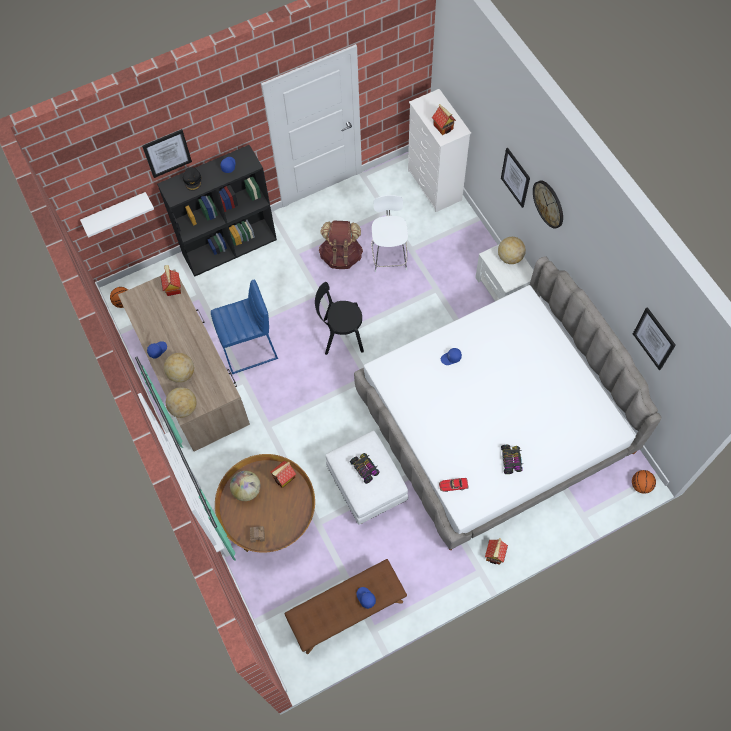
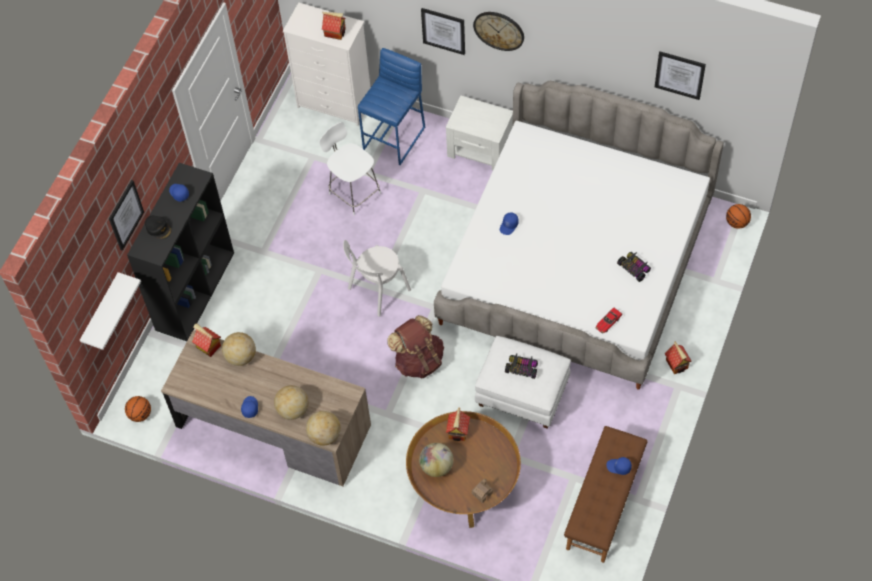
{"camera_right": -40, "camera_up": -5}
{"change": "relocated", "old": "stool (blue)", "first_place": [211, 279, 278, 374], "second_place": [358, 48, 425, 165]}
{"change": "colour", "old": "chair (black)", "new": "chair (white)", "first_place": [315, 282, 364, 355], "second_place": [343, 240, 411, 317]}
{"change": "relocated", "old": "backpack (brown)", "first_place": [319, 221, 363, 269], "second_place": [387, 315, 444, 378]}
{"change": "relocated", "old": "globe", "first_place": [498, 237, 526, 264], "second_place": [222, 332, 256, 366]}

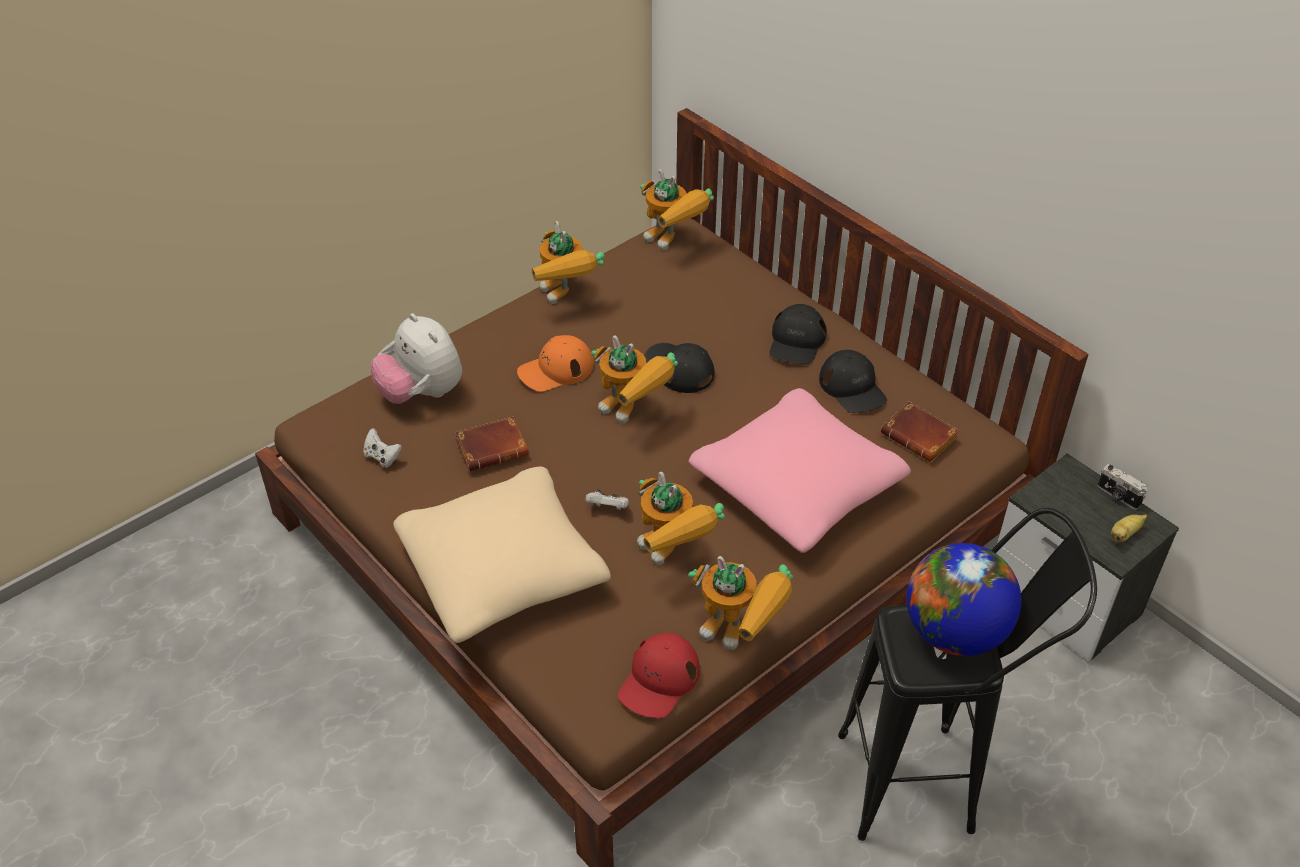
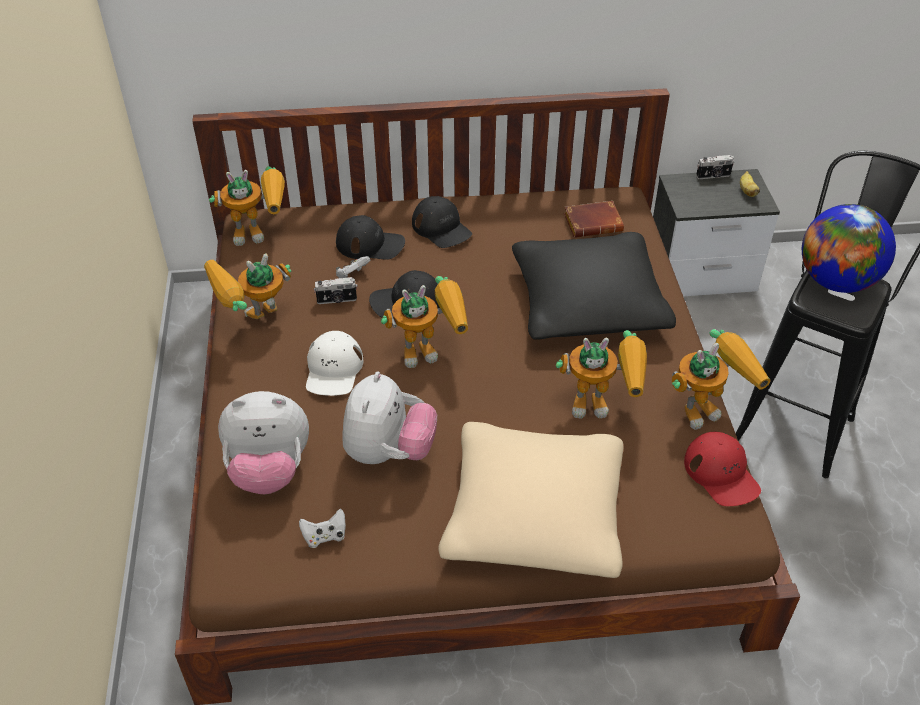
{"camera_right": -55, "camera_up": 0}
{"change": "exchanged", "old": "book (brown)", "new": "plush toy", "first_place": [455, 416, 529, 472], "second_place": [342, 372, 437, 464]}
{"change": "colour", "old": "cap (orange)", "new": "cap (white)", "first_place": [517, 335, 594, 392], "second_place": [306, 331, 363, 396]}
{"change": "spun", "old": "toy robot", "first_place": [532, 221, 605, 304], "second_place": [204, 253, 291, 319], "degrees": 135}
{"change": "relocated", "old": "game controller (white)", "first_place": [585, 489, 629, 510], "second_place": [336, 256, 371, 278]}
{"change": "colour", "old": "pillow (pink)", "new": "pillow (black)", "first_place": [689, 388, 911, 553], "second_place": [512, 232, 676, 340]}
{"change": "relocated", "old": "cap (black)", "first_place": [819, 350, 887, 413], "second_place": [336, 215, 405, 260]}
{"change": "appeared", "new": "photo camera", "second_place": [314, 277, 357, 304]}

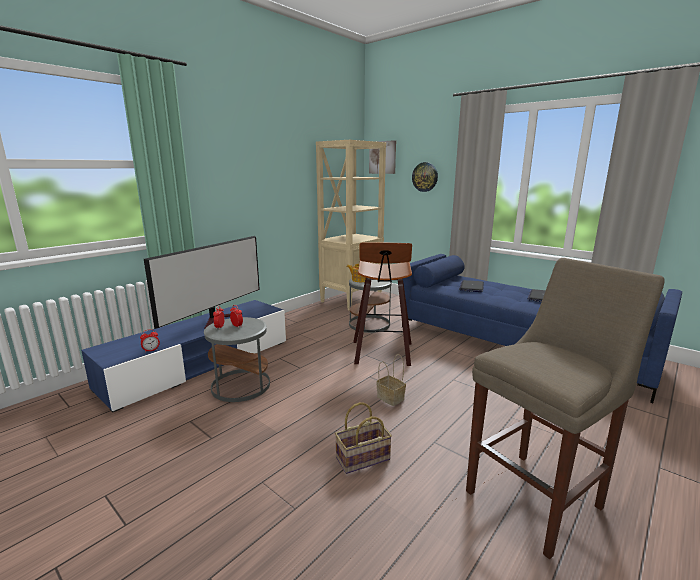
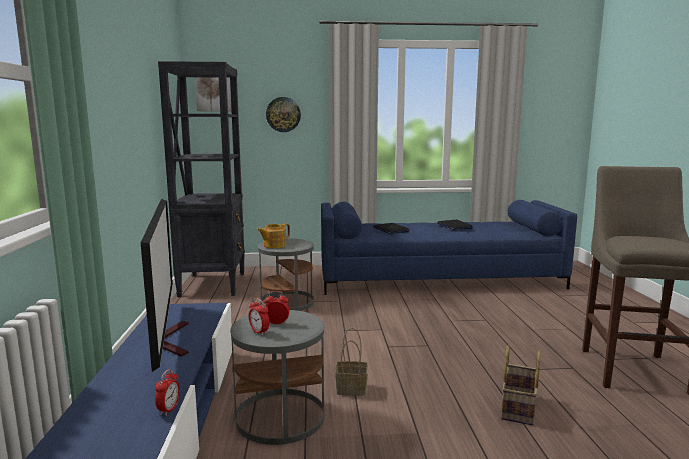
{"camera_right": -45, "camera_up": -5}
{"change": "colour", "old": "bookcase (beige)", "new": "bookcase (black)", "first_place": [316, 140, 386, 311], "second_place": [158, 61, 245, 297]}
{"change": "missing", "old": "stool", "first_place": [353, 242, 412, 366]}
{"change": "relocated", "old": "basket", "first_place": [376, 354, 406, 406], "second_place": [335, 328, 368, 396]}

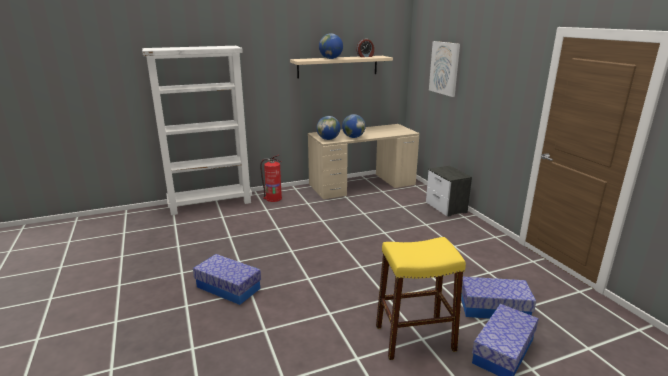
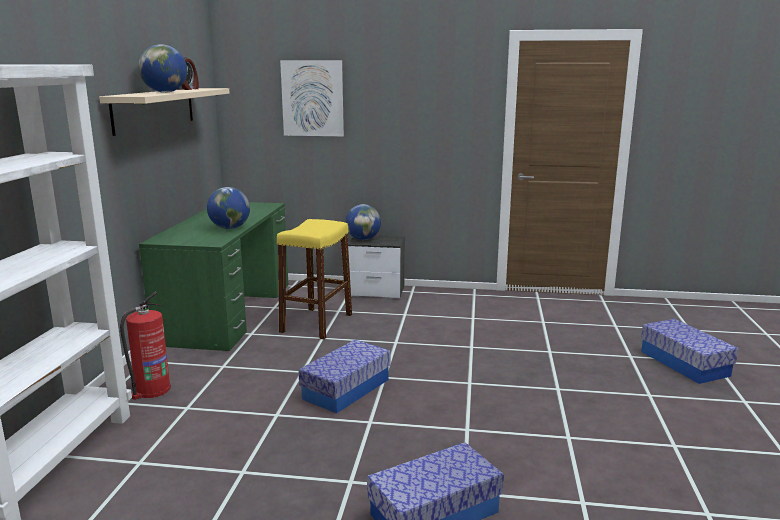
{"camera_right": -60, "camera_up": -5}
{"change": "colour", "old": "desk (beige)", "new": "desk (green)", "first_place": [308, 124, 420, 199], "second_place": [139, 202, 289, 351]}
{"change": "relocated", "old": "globe", "first_place": [317, 116, 340, 140], "second_place": [345, 204, 381, 240]}
{"change": "relocated", "old": "stool (yellow)", "first_place": [376, 237, 466, 360], "second_place": [277, 219, 352, 340]}
{"change": "relocated", "old": "storage box", "first_place": [461, 277, 536, 319], "second_place": [298, 340, 390, 414]}

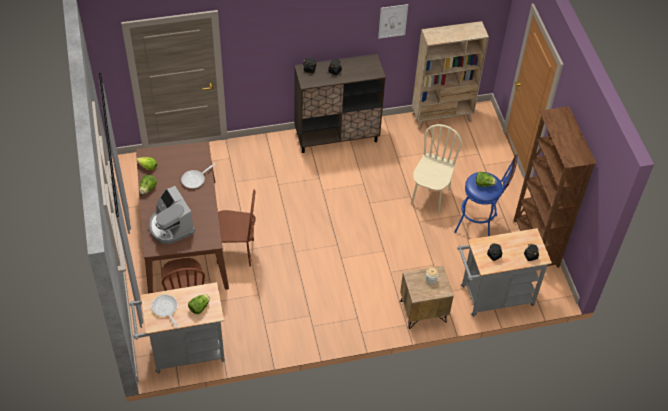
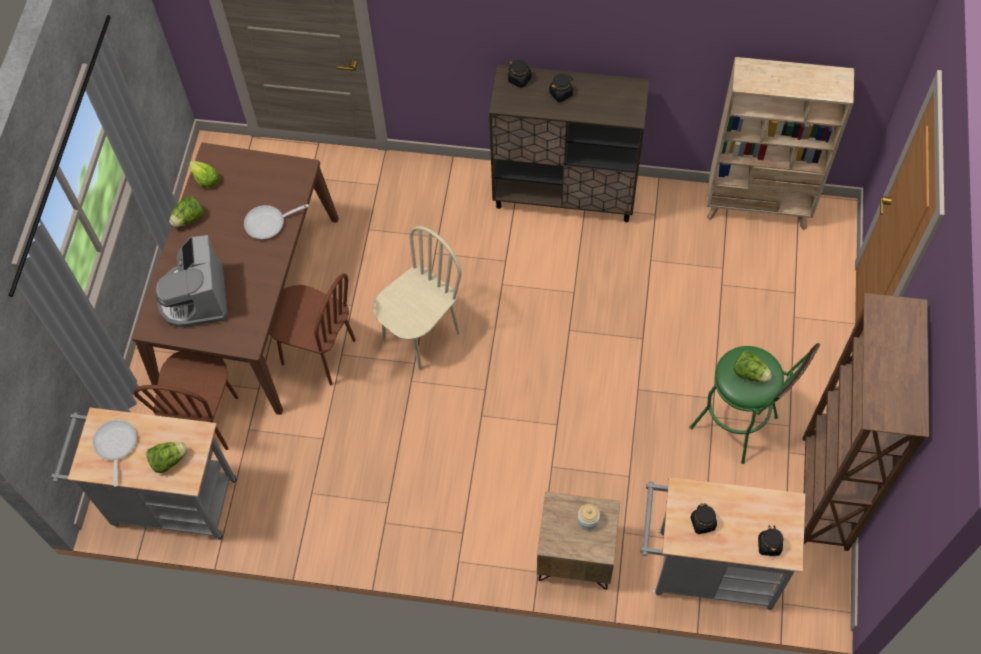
{"camera_right": 25, "camera_up": 10}
{"change": "missing", "old": "picture", "first_place": [378, 4, 408, 39]}
{"change": "relocated", "old": "chair (beige)", "first_place": [411, 124, 462, 213], "second_place": [373, 226, 462, 370]}
{"change": "colour", "old": "stool (blue)", "new": "stool (green)", "first_place": [454, 154, 518, 236], "second_place": [690, 343, 820, 464]}

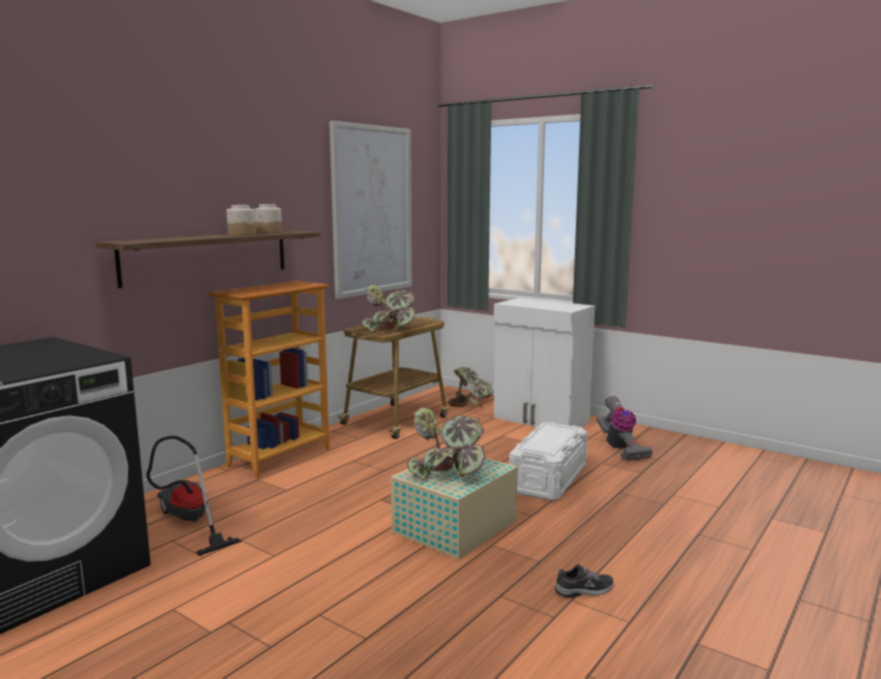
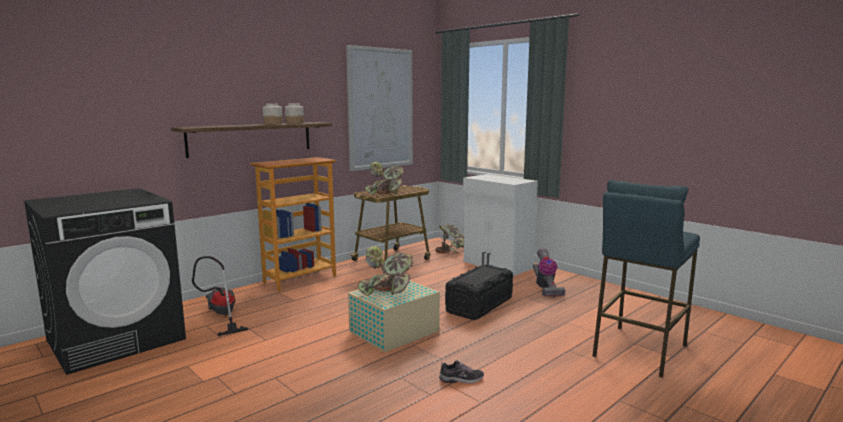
{"camera_right": 10, "camera_up": 0}
{"change": "colour", "old": "storage box (white)", "new": "storage box (black)", "first_place": [509, 422, 588, 501], "second_place": [445, 265, 513, 320]}
{"change": "appeared", "new": "stool (blue)", "second_place": [592, 180, 700, 378]}

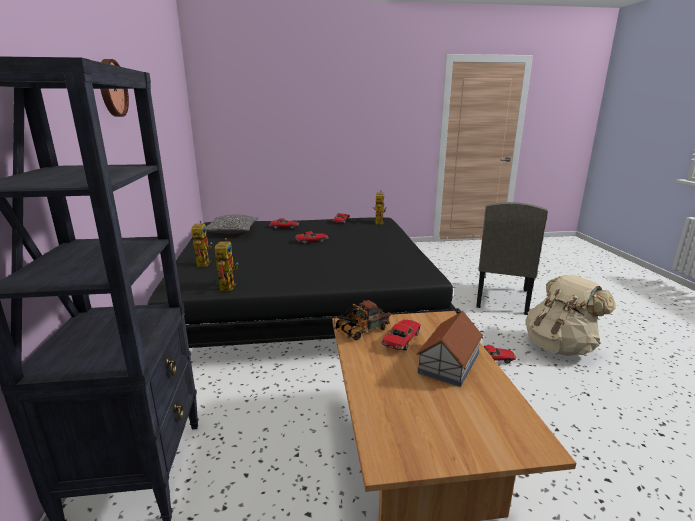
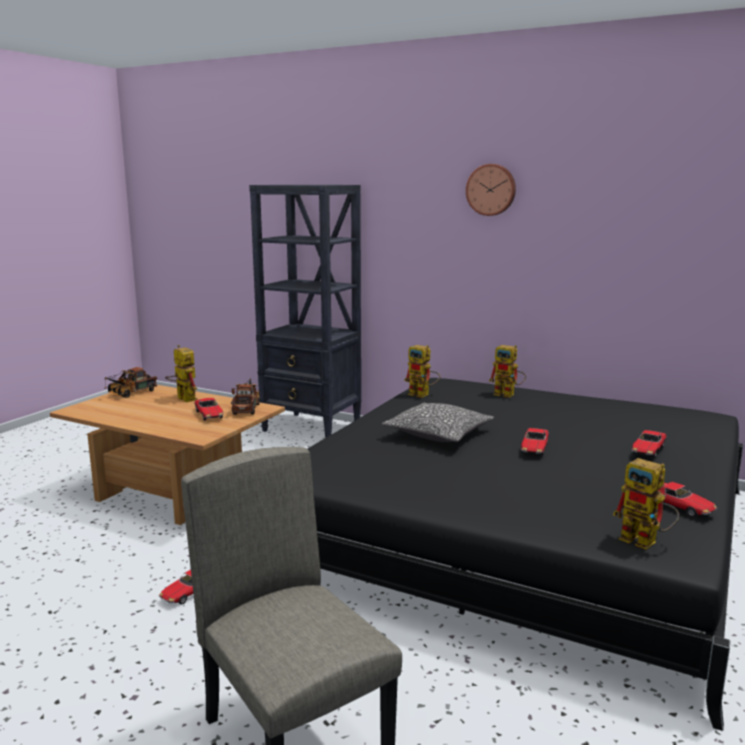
{"camera_right": 125, "camera_up": -5}
{"change": "relocated", "old": "pillow", "first_place": [206, 214, 259, 234], "second_place": [382, 403, 494, 442]}
{"change": "missing", "old": "toy house", "first_place": [416, 311, 484, 387]}
{"change": "missing", "old": "backpack (beige)", "first_place": [525, 274, 616, 356]}
{"change": "appeared", "new": "toy truck", "second_place": [105, 367, 157, 398]}
{"change": "appeared", "new": "toy robot", "second_place": [165, 345, 198, 402]}

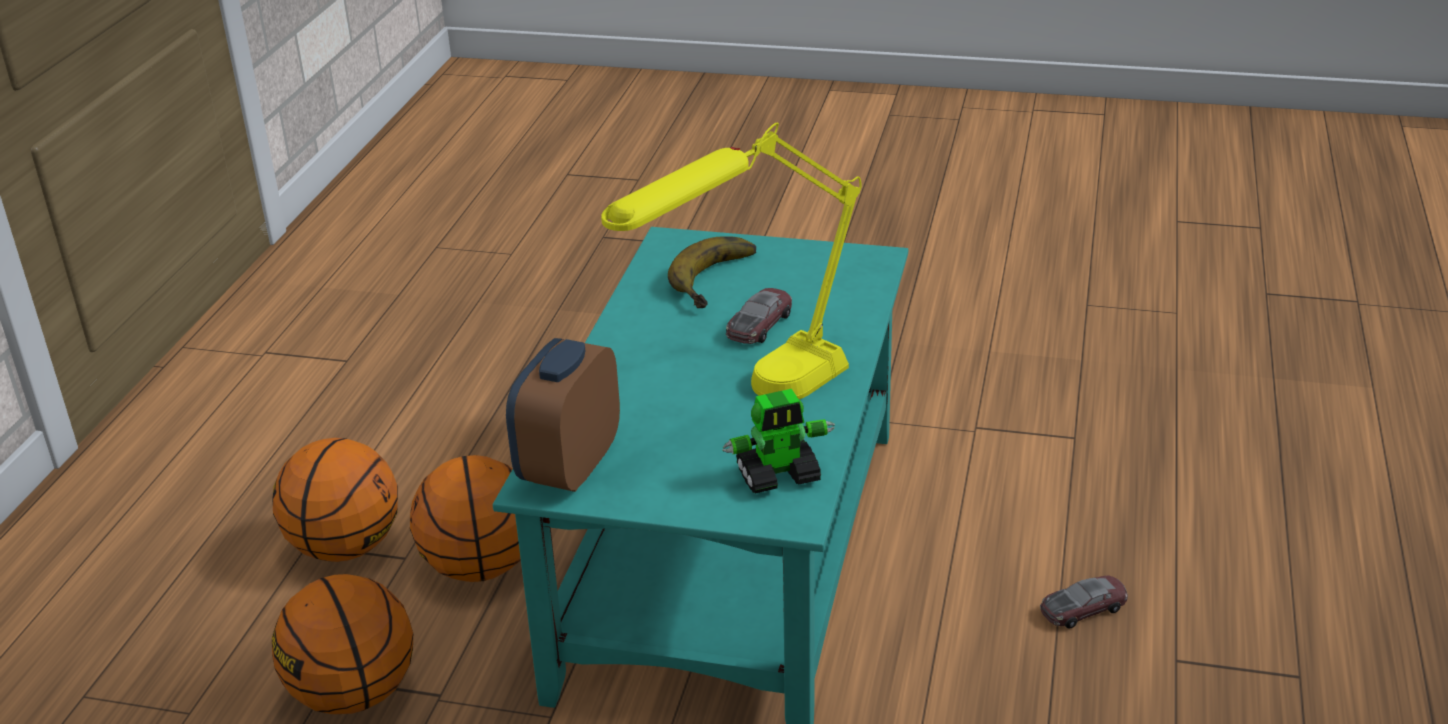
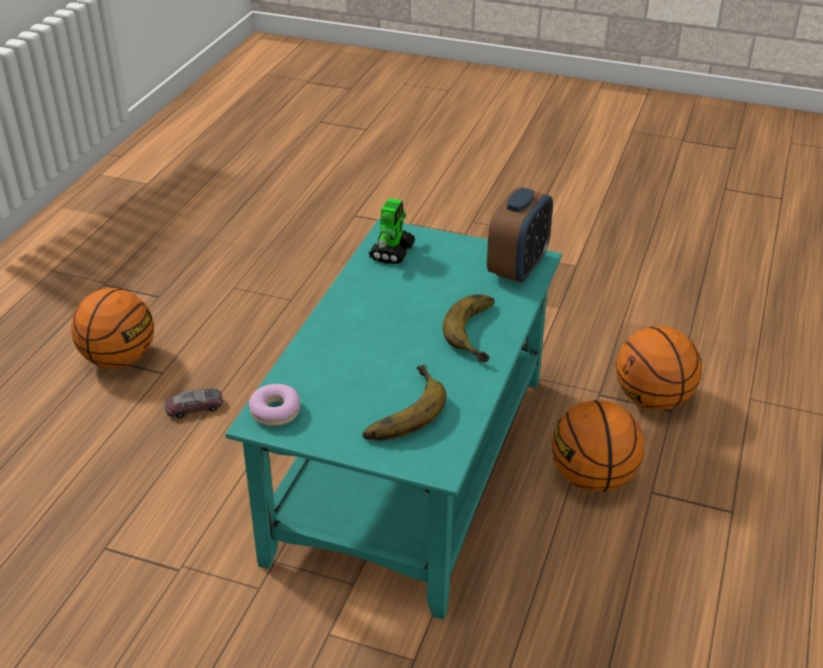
{"camera_right": -175, "camera_up": 5}
{"change": "relocated", "old": "basketball", "first_place": [272, 438, 398, 562], "second_place": [71, 288, 154, 369]}
{"change": "missing", "old": "table lamp (yellow)", "first_place": [601, 123, 862, 399]}
{"change": "spun", "old": "toy robot", "first_place": [722, 389, 835, 494], "second_place": [368, 198, 416, 264], "degrees": 120}
{"change": "missing", "old": "toy car", "first_place": [726, 288, 792, 344]}
{"change": "appeared", "new": "donut", "second_place": [249, 384, 300, 426]}
{"change": "appeared", "new": "banana", "second_place": [443, 294, 494, 362]}

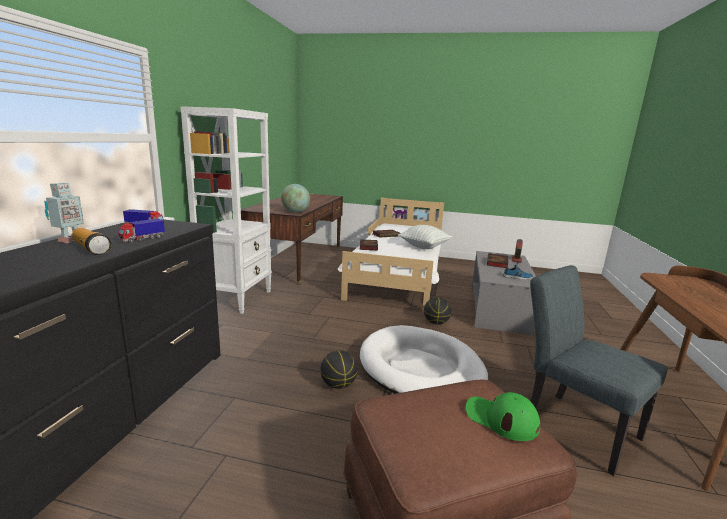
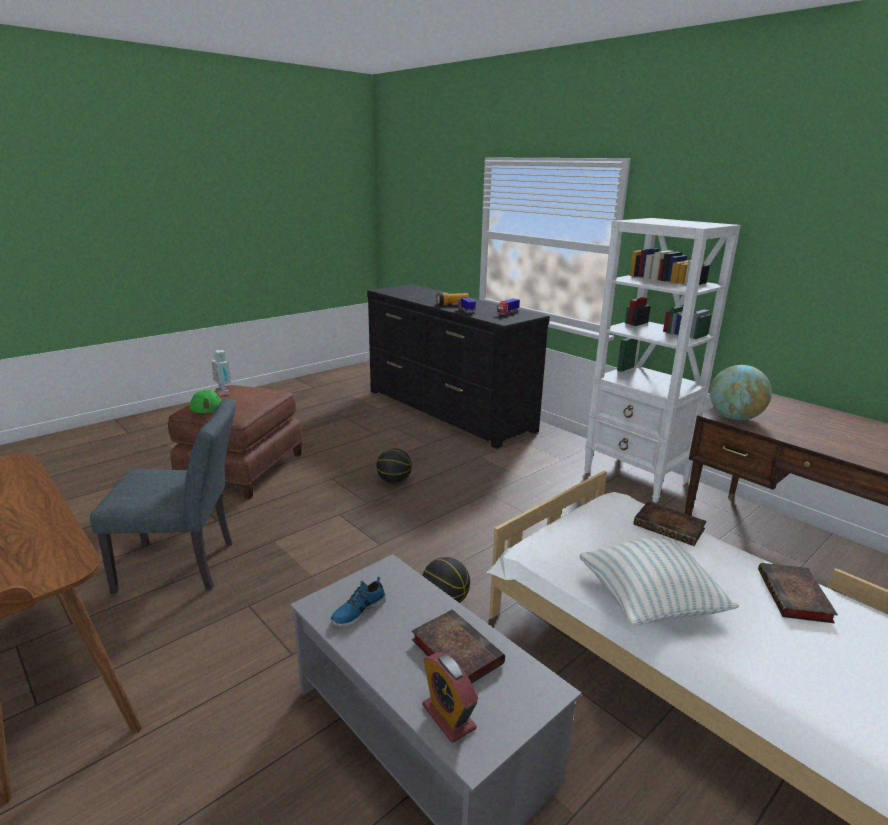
{"camera_right": 125, "camera_up": 5}
{"change": "relocated", "old": "toy robot", "first_place": [44, 183, 84, 243], "second_place": [212, 350, 231, 396]}
{"change": "missing", "old": "dog bed (white)", "first_place": [360, 325, 488, 394]}

